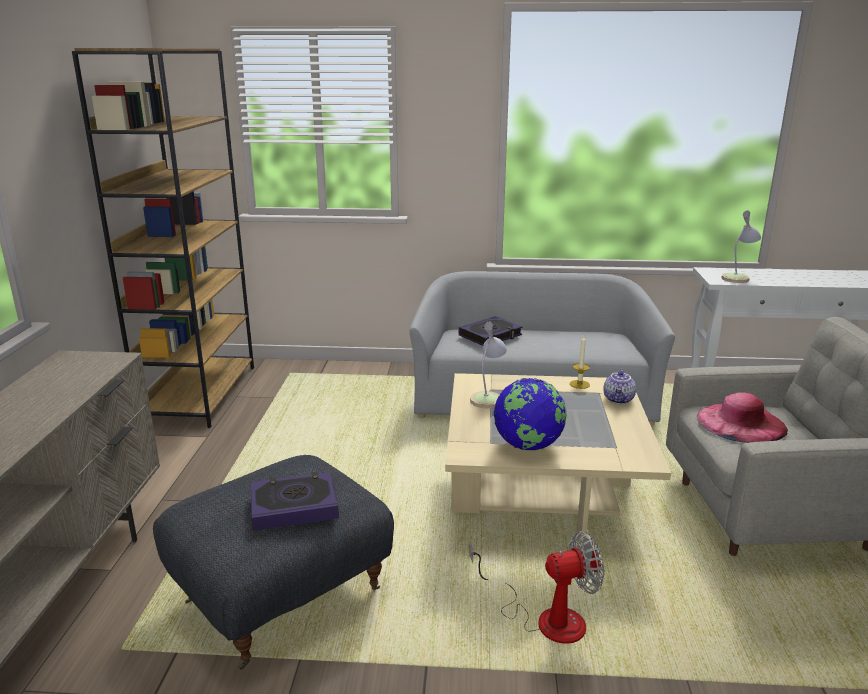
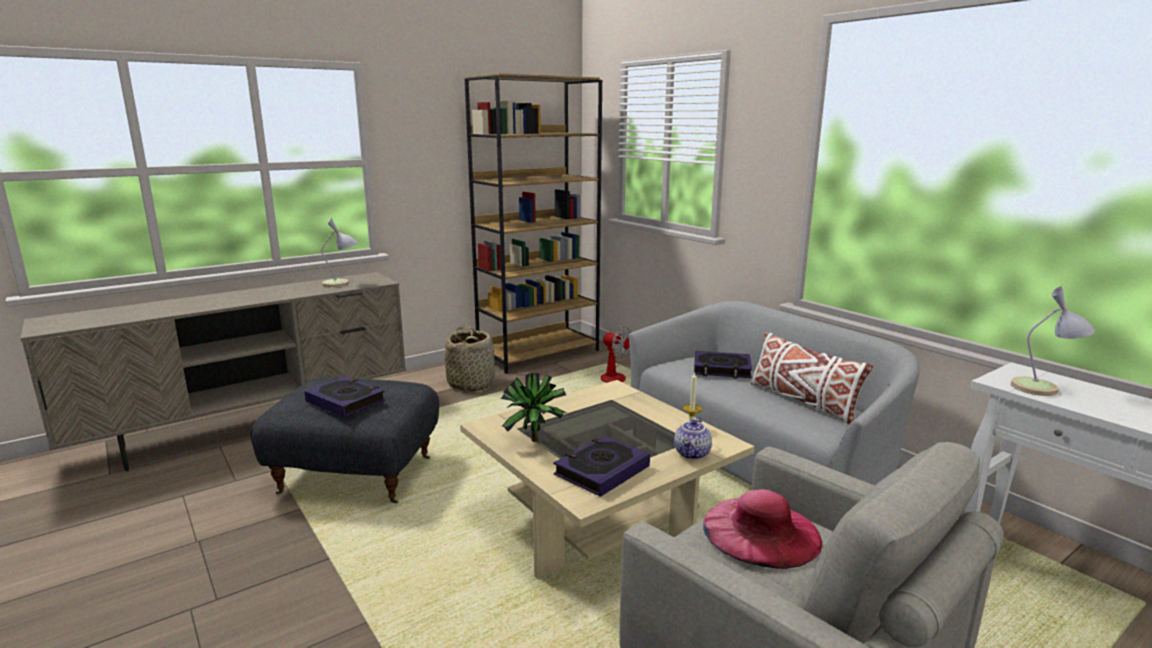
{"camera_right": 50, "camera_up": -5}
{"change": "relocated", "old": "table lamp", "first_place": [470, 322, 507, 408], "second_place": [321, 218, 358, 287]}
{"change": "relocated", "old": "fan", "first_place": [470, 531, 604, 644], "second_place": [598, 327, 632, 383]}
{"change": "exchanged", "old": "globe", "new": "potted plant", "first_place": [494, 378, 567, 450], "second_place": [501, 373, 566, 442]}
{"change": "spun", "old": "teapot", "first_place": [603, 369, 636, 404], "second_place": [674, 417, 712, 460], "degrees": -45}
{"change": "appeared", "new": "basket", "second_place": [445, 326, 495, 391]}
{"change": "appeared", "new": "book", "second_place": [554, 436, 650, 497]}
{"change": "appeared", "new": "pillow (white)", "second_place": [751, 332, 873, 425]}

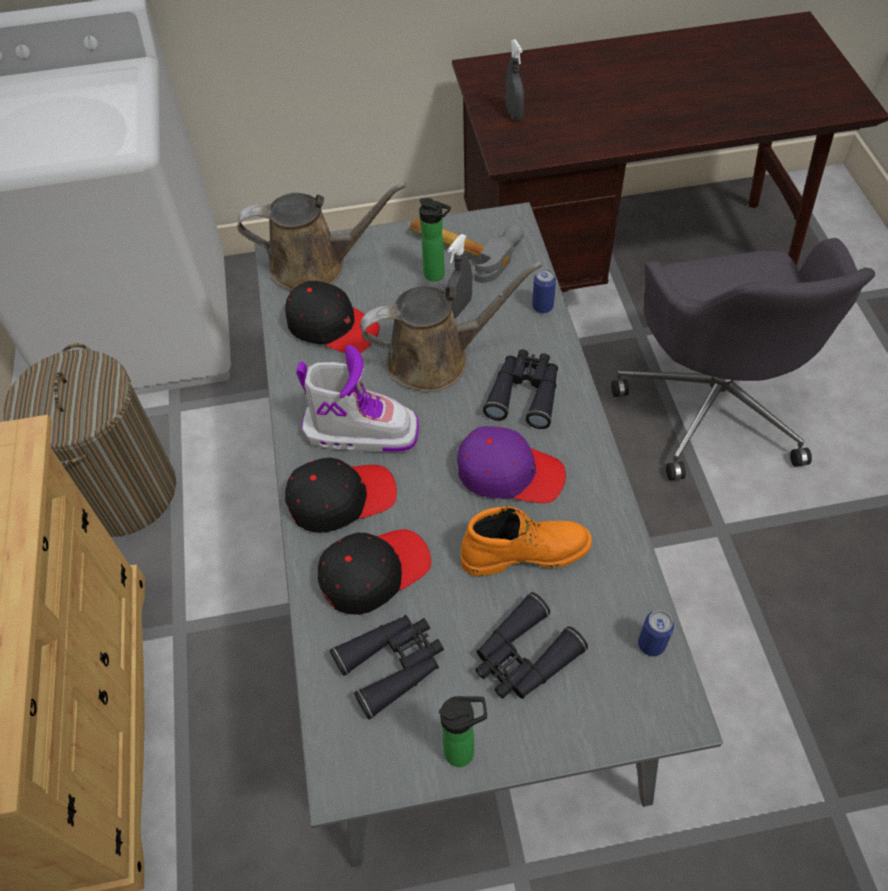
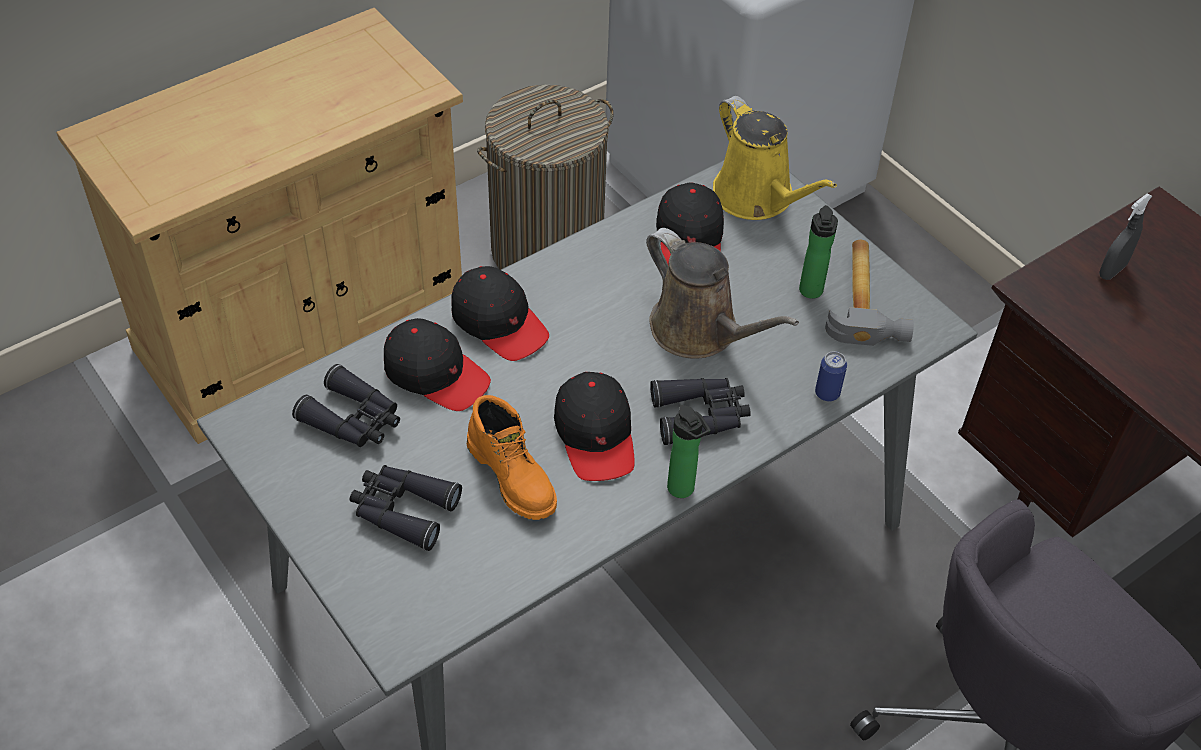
{"camera_right": 60, "camera_up": -5}
{"change": "colour", "old": "watering can (brown)", "new": "watering can (yellow)", "first_place": [237, 183, 406, 291], "second_place": [713, 96, 837, 220]}
{"change": "missing", "old": "boot", "first_place": [296, 344, 419, 452]}
{"change": "relocated", "old": "bottle", "first_place": [439, 696, 487, 767], "second_place": [667, 405, 711, 498]}
{"change": "missing", "old": "spray bottle (grey)", "first_place": [446, 234, 472, 318]}
{"change": "colour", "old": "cap (purple)", "new": "cap (black)", "first_place": [457, 426, 566, 503], "second_place": [554, 372, 635, 481]}
{"change": "missing", "old": "can", "first_place": [638, 610, 674, 656]}

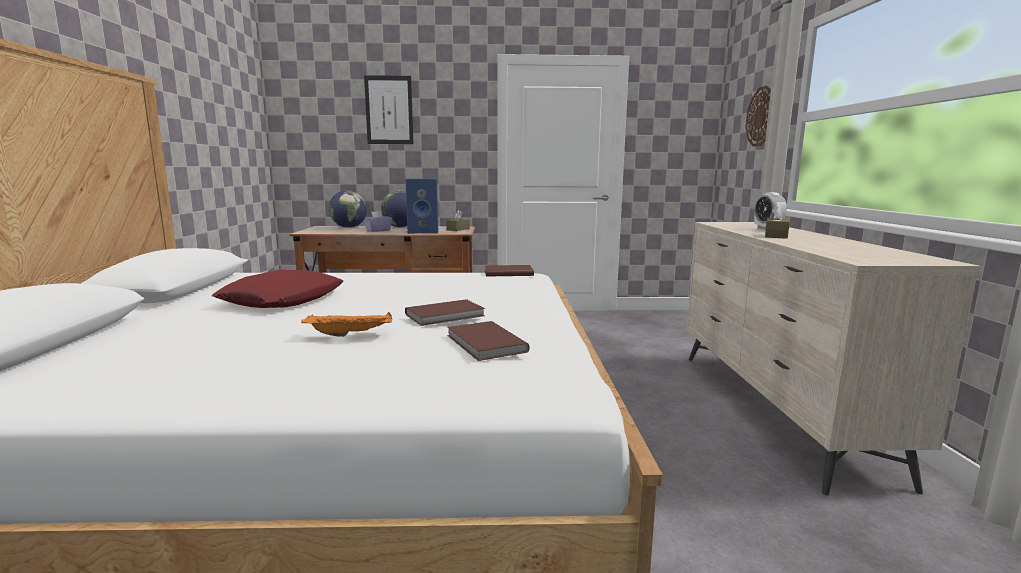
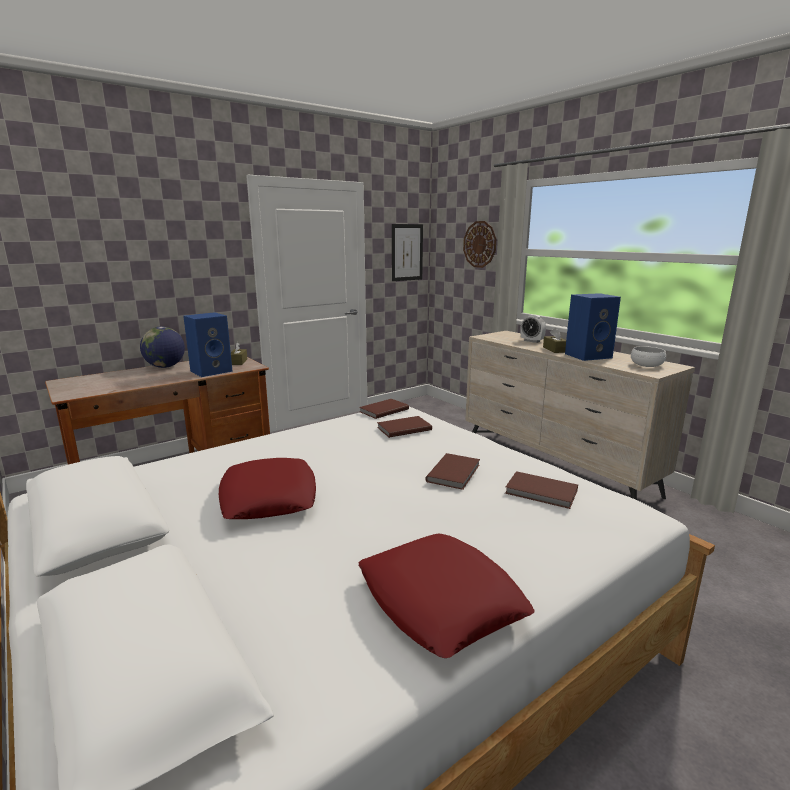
{"camera_right": -35, "camera_up": 5}
{"change": "missing", "old": "tray (orange)", "first_place": [301, 312, 392, 337]}
{"change": "missing", "old": "globe", "first_place": [329, 190, 367, 228]}
{"change": "relocated", "old": "picture", "first_place": [364, 75, 414, 144], "second_place": [392, 224, 423, 281]}
{"change": "missing", "old": "tissue box (purple)", "first_place": [364, 211, 392, 232]}
{"change": "appeared", "new": "pillow (red)", "second_place": [358, 534, 535, 658]}
{"change": "appeared", "new": "book (brown)", "second_place": [377, 416, 432, 438]}
{"change": "appeared", "new": "speaker (blue)", "second_place": [565, 293, 621, 361]}
{"change": "appeared", "new": "bowl (white)", "second_place": [631, 346, 666, 367]}

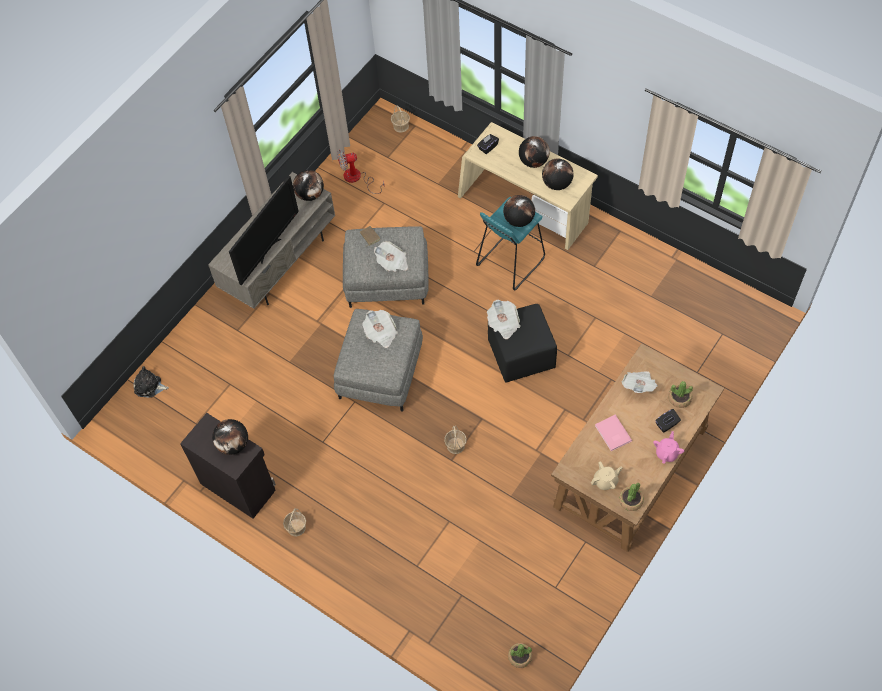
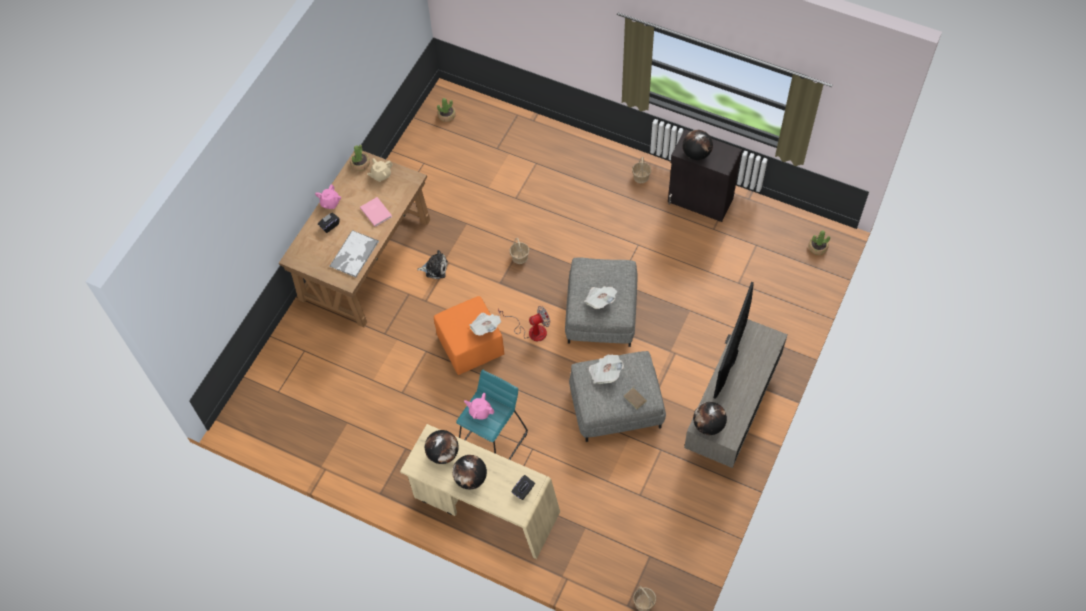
{"camera_right": 170, "camera_up": 0}
{"change": "relocated", "old": "plush toy", "first_place": [133, 366, 169, 398], "second_place": [417, 250, 448, 279]}
{"change": "relocated", "old": "fan", "first_place": [337, 150, 385, 194], "second_place": [498, 306, 550, 341]}
{"change": "colour", "old": "ottoman (black)", "new": "ottoman (orange)", "first_place": [488, 304, 557, 383], "second_place": [434, 296, 504, 375]}
{"change": "exchanged", "old": "globe", "new": "teapot (pink)", "first_place": [503, 195, 535, 227], "second_place": [464, 393, 495, 419]}
{"change": "exchanged", "old": "newspaper", "new": "tray", "first_place": [622, 371, 658, 393], "second_place": [330, 230, 379, 277]}
{"change": "relocated", "old": "potted plant", "first_place": [668, 381, 693, 408], "second_place": [808, 230, 830, 255]}

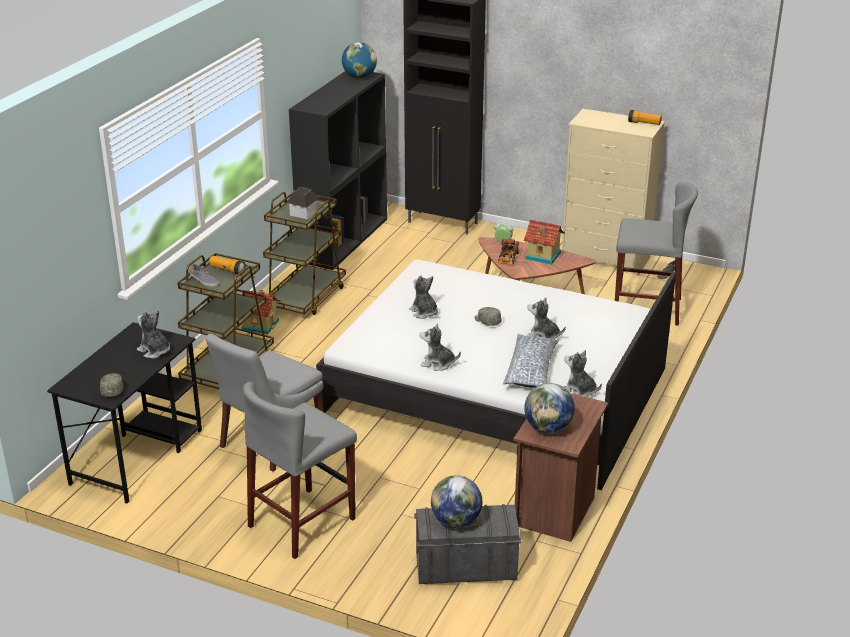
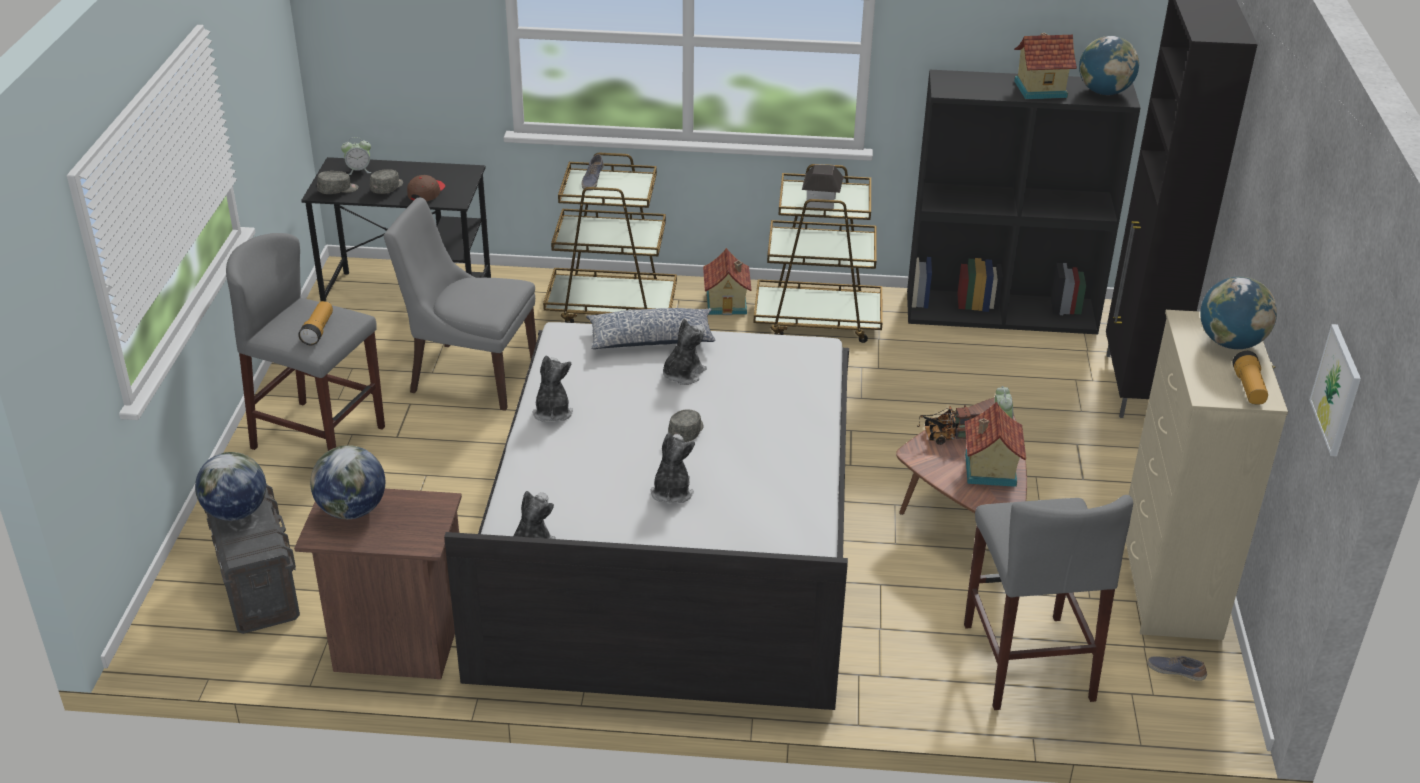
{"camera_right": 70, "camera_up": 5}
{"change": "exchanged", "old": "plush toy", "new": "cap (brown)", "first_place": [137, 310, 170, 359], "second_place": [407, 175, 445, 201]}
{"change": "relocated", "old": "flashlight", "first_place": [209, 256, 246, 275], "second_place": [298, 301, 333, 345]}
{"change": "relocated", "old": "pillow", "first_place": [503, 334, 559, 388], "second_place": [586, 308, 715, 349]}
{"change": "appeared", "new": "alarm clock", "second_place": [341, 137, 372, 175]}
{"change": "appeared", "new": "cap (grey)", "second_place": [370, 169, 403, 194]}
{"change": "appeared", "new": "toy house", "second_place": [1014, 33, 1077, 99]}
{"change": "appeared", "new": "globe", "second_place": [1200, 277, 1277, 349]}
{"change": "appeared", "new": "picture", "second_place": [1310, 324, 1361, 456]}

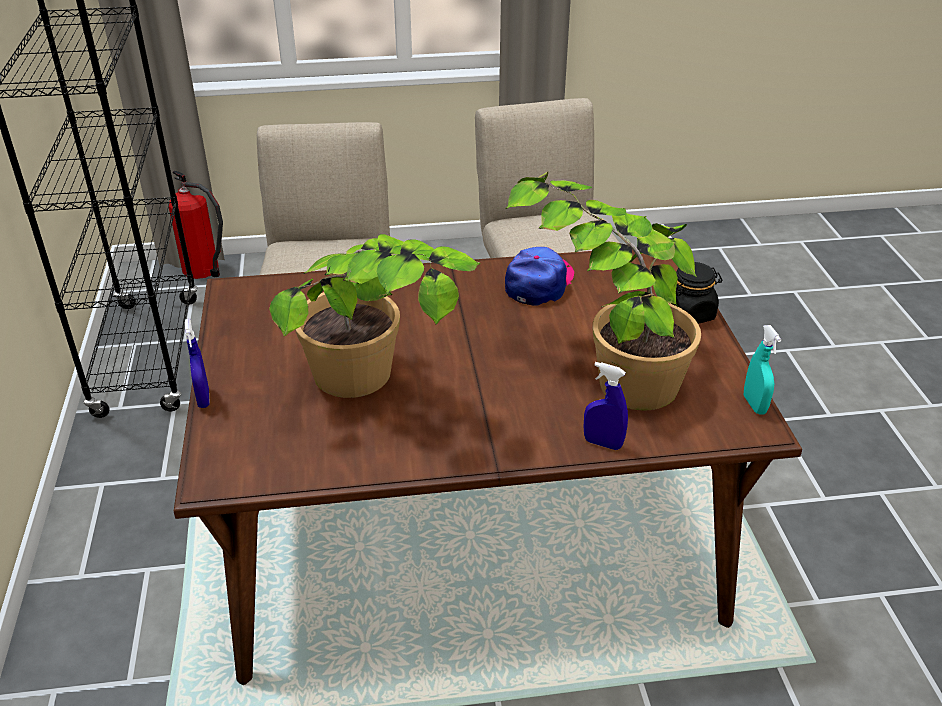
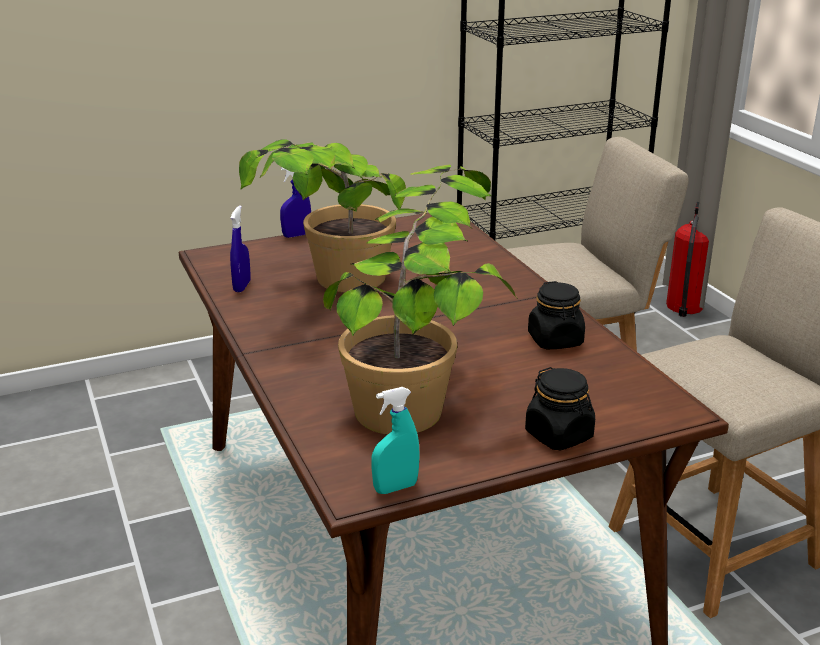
{"camera_right": 75, "camera_up": -10}
{"change": "exchanged", "old": "cap", "new": "jar (black)", "first_place": [505, 247, 574, 306], "second_place": [528, 281, 585, 349]}
{"change": "relocated", "old": "spray bottle (blue)", "first_place": [584, 362, 628, 450], "second_place": [230, 205, 251, 292]}

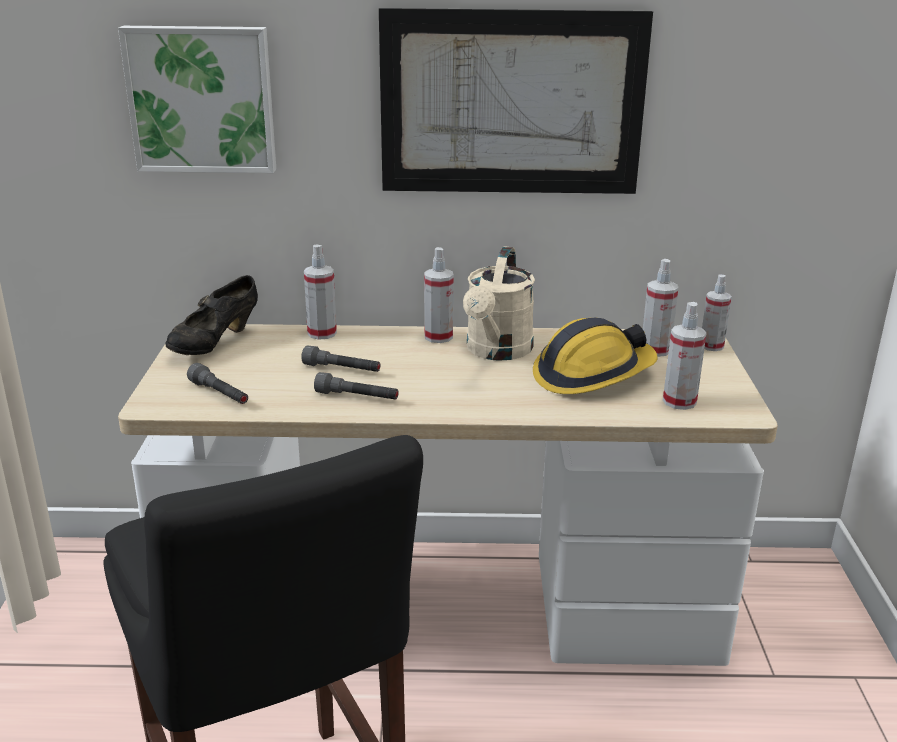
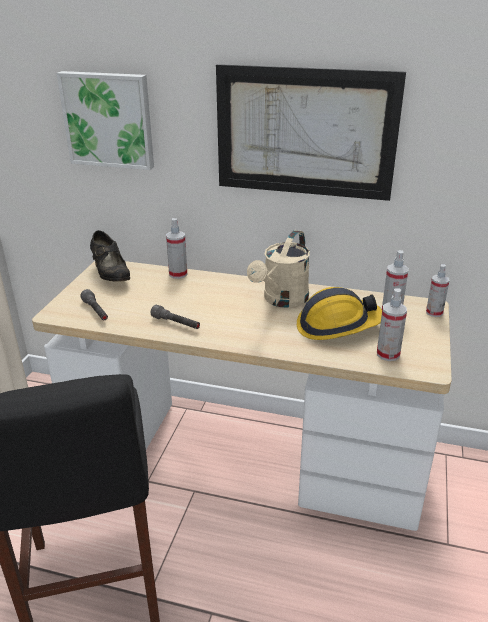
{"camera_right": 15, "camera_up": 5}
{"change": "spun", "old": "shoe (black)", "first_place": [165, 275, 258, 355], "second_place": [90, 230, 130, 282], "degrees": -75}
{"change": "missing", "old": "flashlight (grey)", "first_place": [301, 345, 381, 372]}
{"change": "missing", "old": "spray bottle", "first_place": [424, 247, 454, 343]}

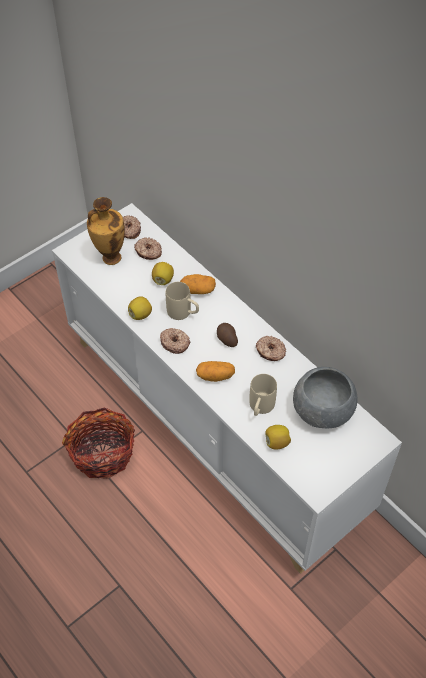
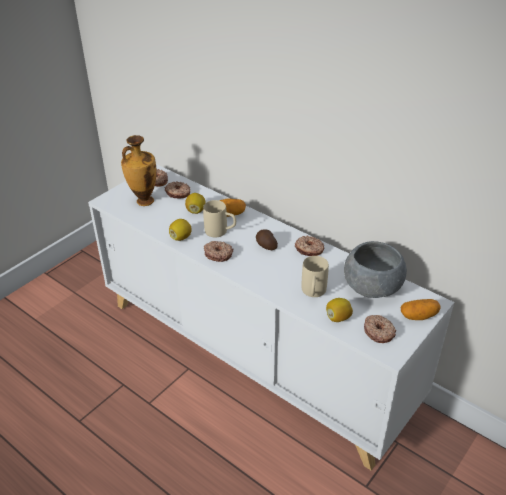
{"camera_right": -10, "camera_up": -15}
{"change": "missing", "old": "basket", "first_place": [62, 407, 135, 479]}
{"change": "relocated", "old": "potato", "first_place": [196, 361, 235, 382], "second_place": [401, 299, 440, 320]}
{"change": "appeared", "new": "donut", "second_place": [364, 315, 396, 343]}

